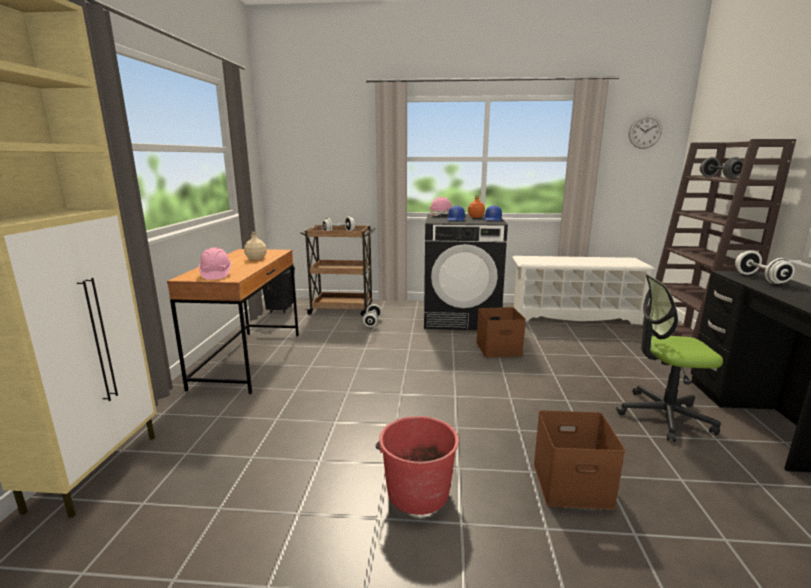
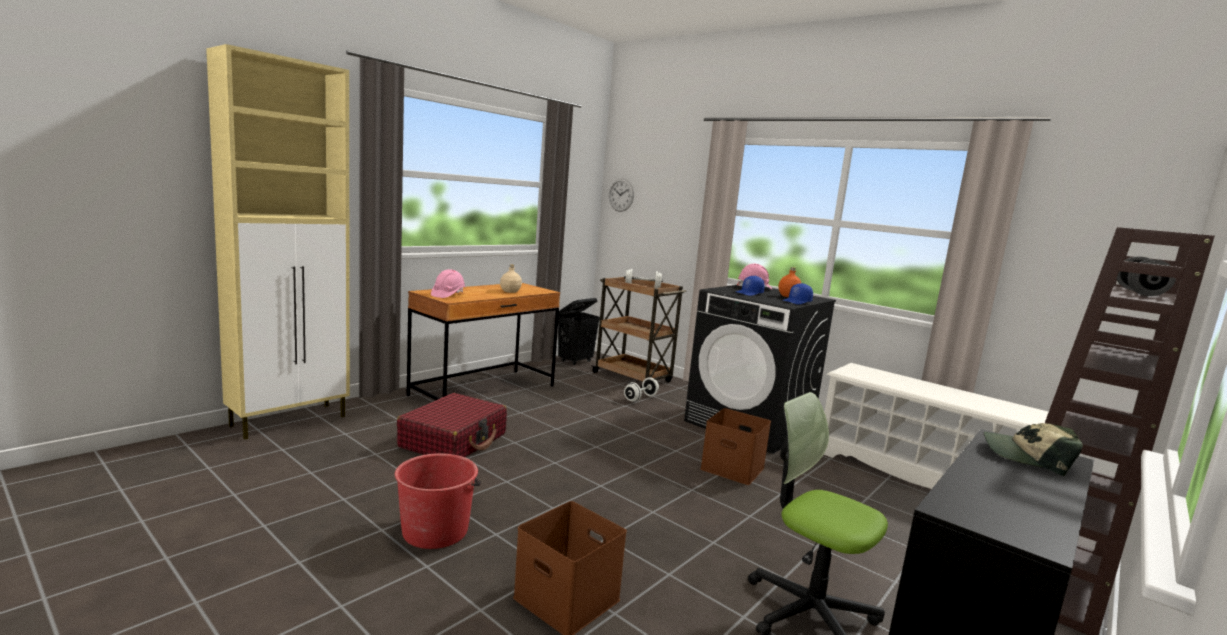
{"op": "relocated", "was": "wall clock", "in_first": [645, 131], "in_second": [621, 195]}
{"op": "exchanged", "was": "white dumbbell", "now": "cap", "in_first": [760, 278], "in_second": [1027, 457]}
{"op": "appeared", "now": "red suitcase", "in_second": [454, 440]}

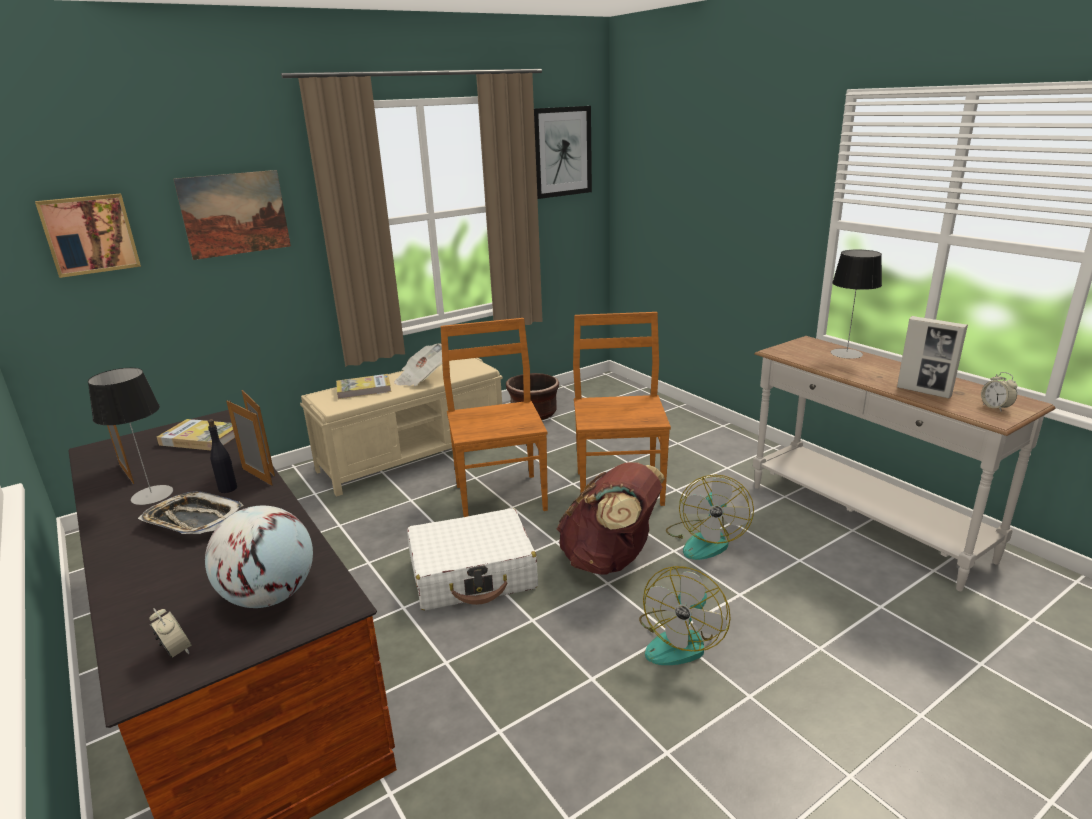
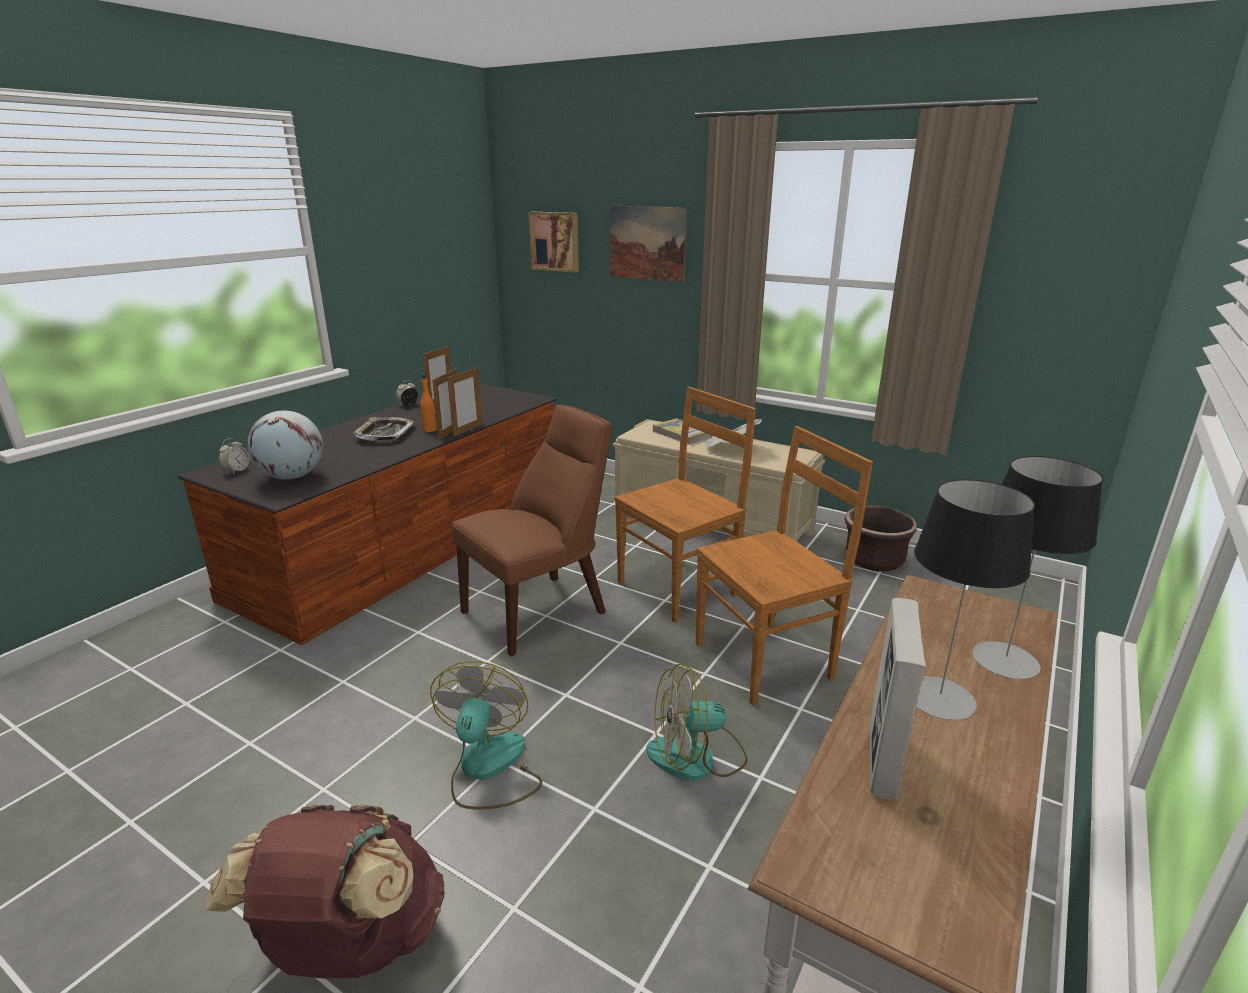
{"op": "relocated", "was": "table lamp", "in_first": [152, 495], "in_second": [939, 698]}
{"op": "missing", "was": "book", "in_first": [201, 438]}
{"op": "colour", "was": "black bottle", "now": "orange bottle", "in_first": [228, 488], "in_second": [430, 430]}
{"op": "exchanged", "was": "white suitcase", "now": "brown chair", "in_first": [473, 574], "in_second": [540, 610]}
{"op": "missing", "was": "picture", "in_first": [561, 152]}
{"op": "relocated", "was": "brown backpack", "in_first": [610, 560], "in_second": [352, 944]}
{"op": "spun", "was": "fan", "in_first": [680, 640], "in_second": [488, 769], "clockwise": 90}
{"op": "relocated", "was": "alarm clock", "in_first": [995, 407], "in_second": [408, 405]}

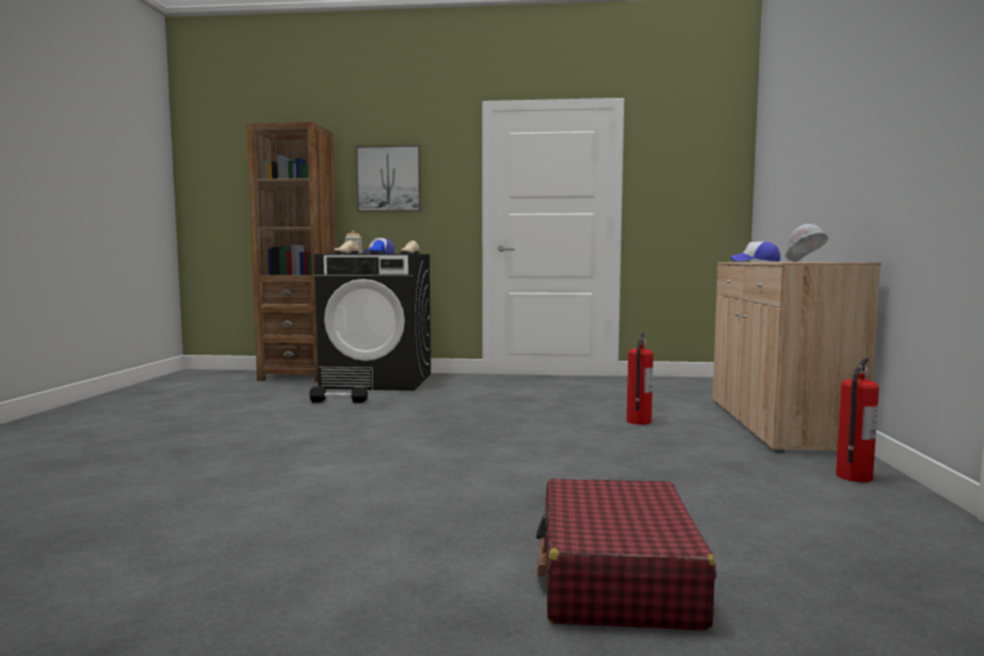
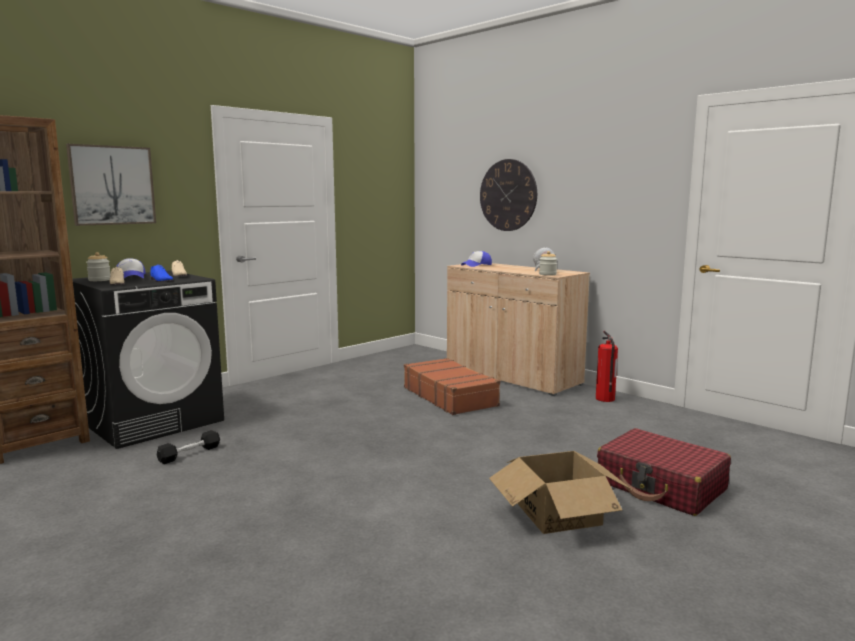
{"op": "exchanged", "was": "fire extinguisher", "now": "brown suitcase", "in_first": [638, 421], "in_second": [450, 397]}
{"op": "appeared", "now": "wall clock", "in_second": [508, 195]}
{"op": "appeared", "now": "cardboard box", "in_second": [559, 514]}
{"op": "appeared", "now": "jar", "in_second": [547, 274]}

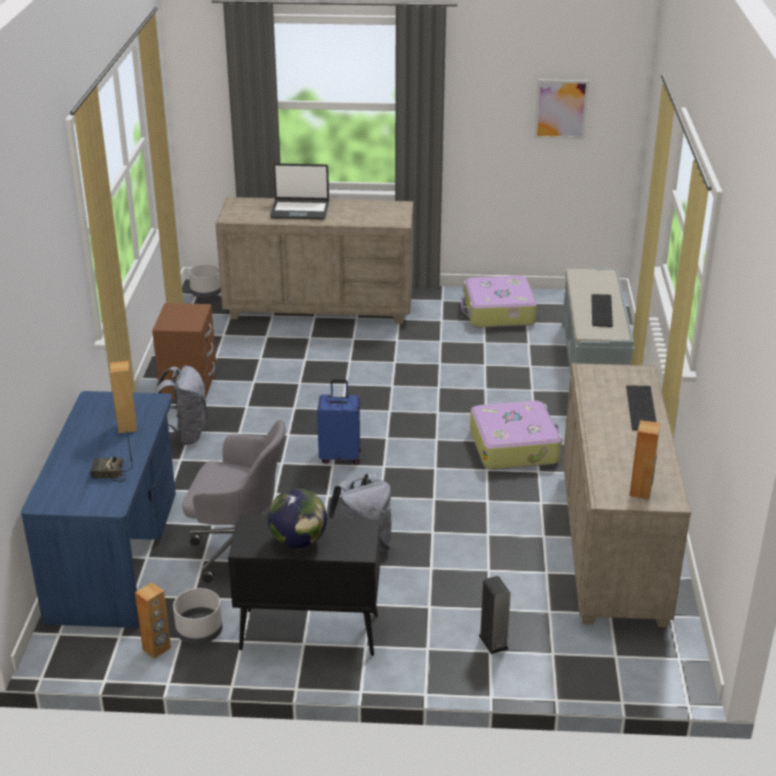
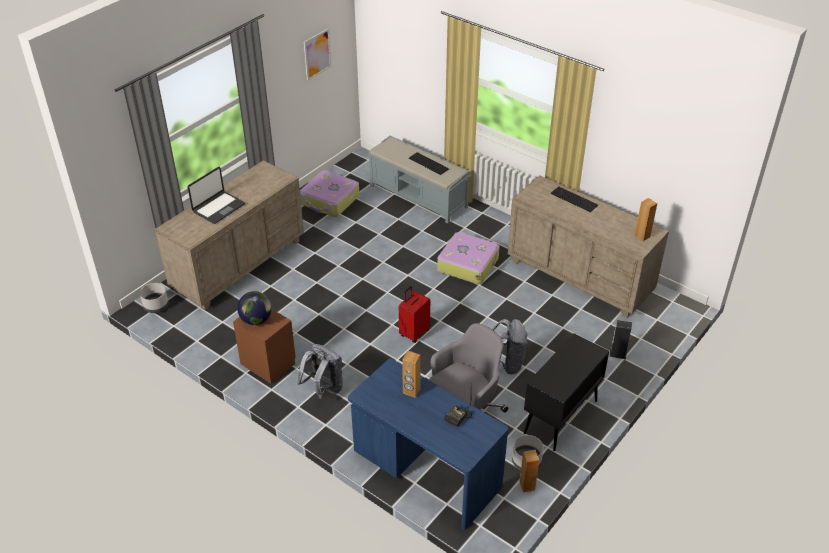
{"op": "relocated", "was": "globe", "in_first": [298, 541], "in_second": [256, 320]}
{"op": "colour", "was": "blue suitcase", "now": "red suitcase", "in_first": [340, 456], "in_second": [414, 333]}

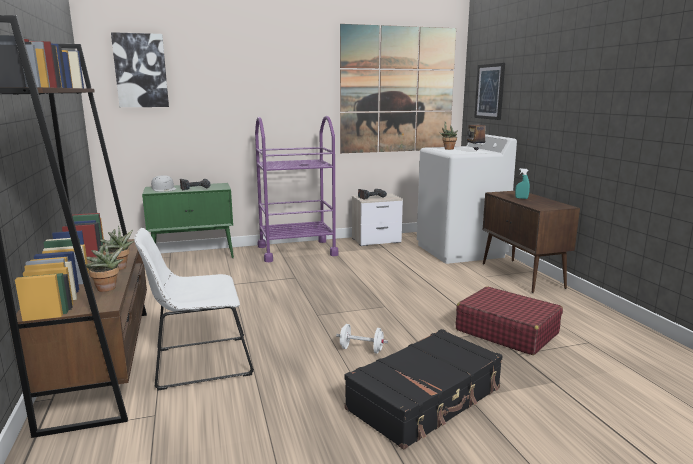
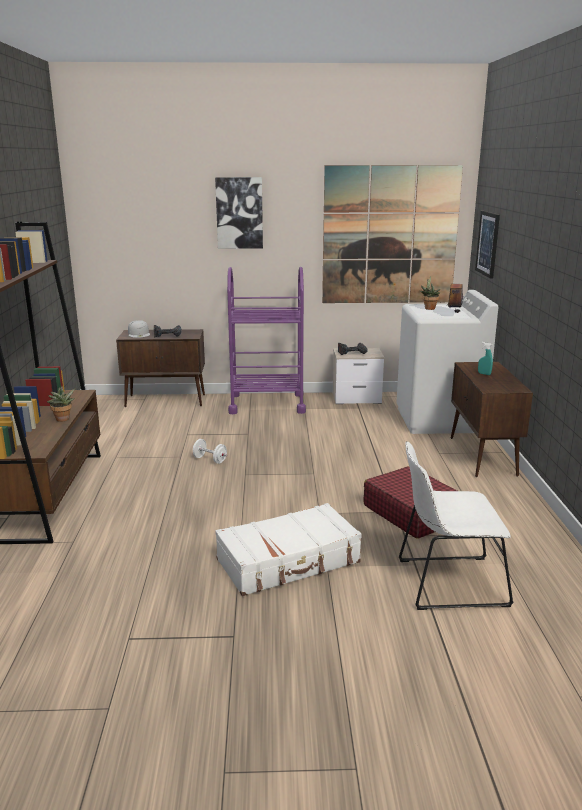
{"op": "missing", "was": "potted plant", "in_first": [107, 289]}
{"op": "relocated", "was": "picture", "in_first": [141, 71], "in_second": [239, 213]}
{"op": "relocated", "was": "white chair", "in_first": [198, 362], "in_second": [446, 582]}
{"op": "colour", "was": "green cabinet", "now": "brown cabinet", "in_first": [194, 256], "in_second": [166, 401]}
{"op": "relocated", "was": "white dumbbell", "in_first": [361, 349], "in_second": [210, 460]}
{"op": "colour", "was": "black suitcase", "now": "white suitcase", "in_first": [426, 399], "in_second": [289, 561]}

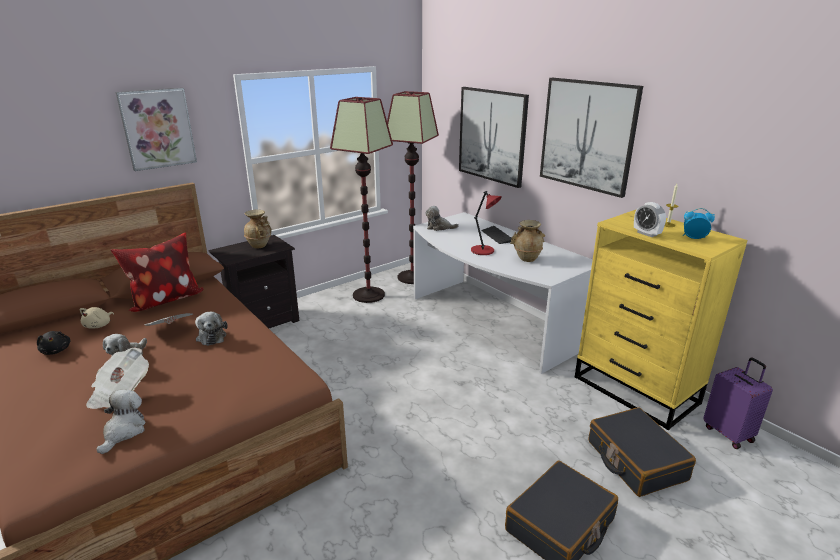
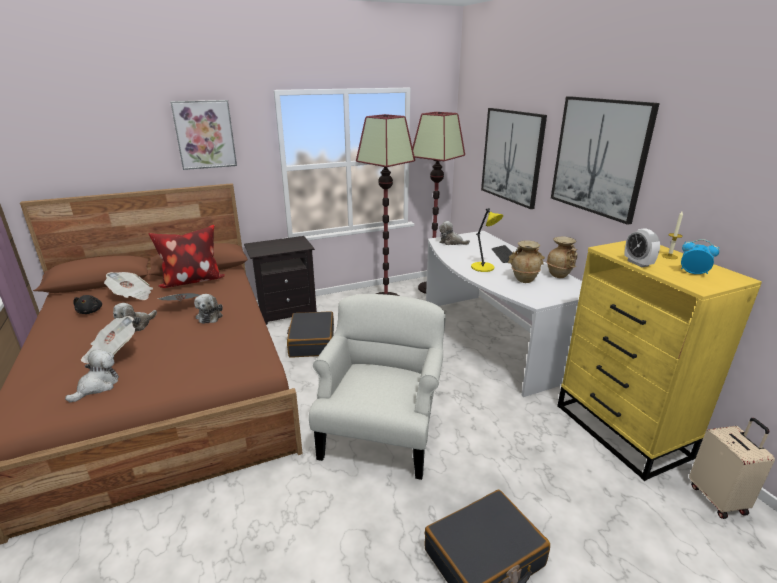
{"op": "exchanged", "was": "beige plush toy", "now": "newspaper", "in_first": [99, 325], "in_second": [132, 295]}
{"op": "relocated", "was": "beige vase", "in_first": [260, 245], "in_second": [559, 275]}
{"op": "colour", "was": "red table lamp", "now": "yellow table lamp", "in_first": [483, 251], "in_second": [483, 268]}
{"op": "relocated", "was": "black suitcase", "in_first": [635, 460], "in_second": [311, 342]}
{"op": "colour", "was": "purple suitcase", "now": "beige suitcase", "in_first": [729, 433], "in_second": [718, 499]}
{"op": "appeared", "now": "white armchair", "in_second": [381, 432]}

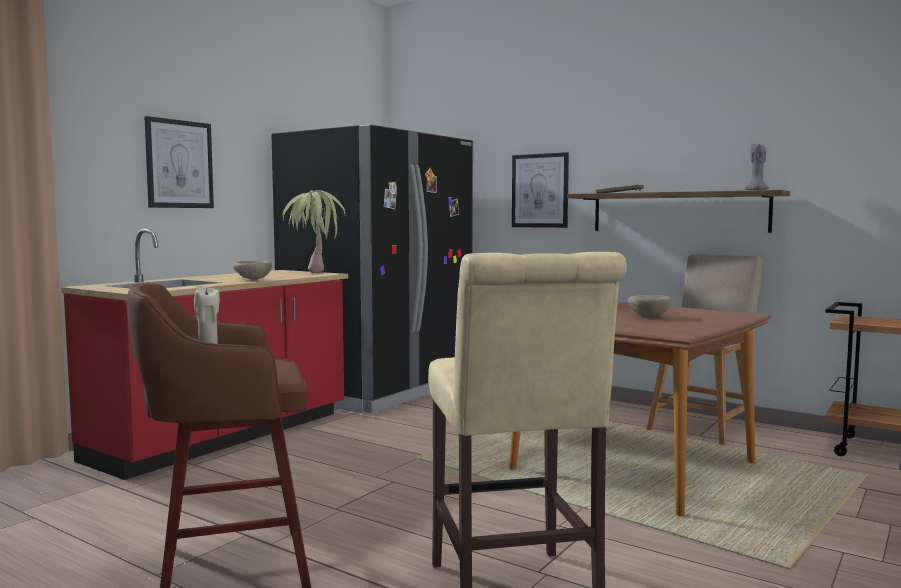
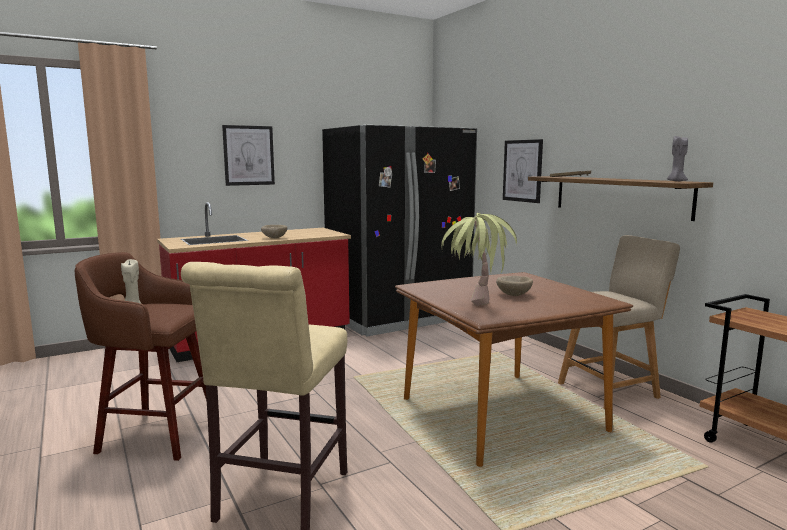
{"op": "relocated", "was": "potted plant", "in_first": [314, 274], "in_second": [475, 310]}

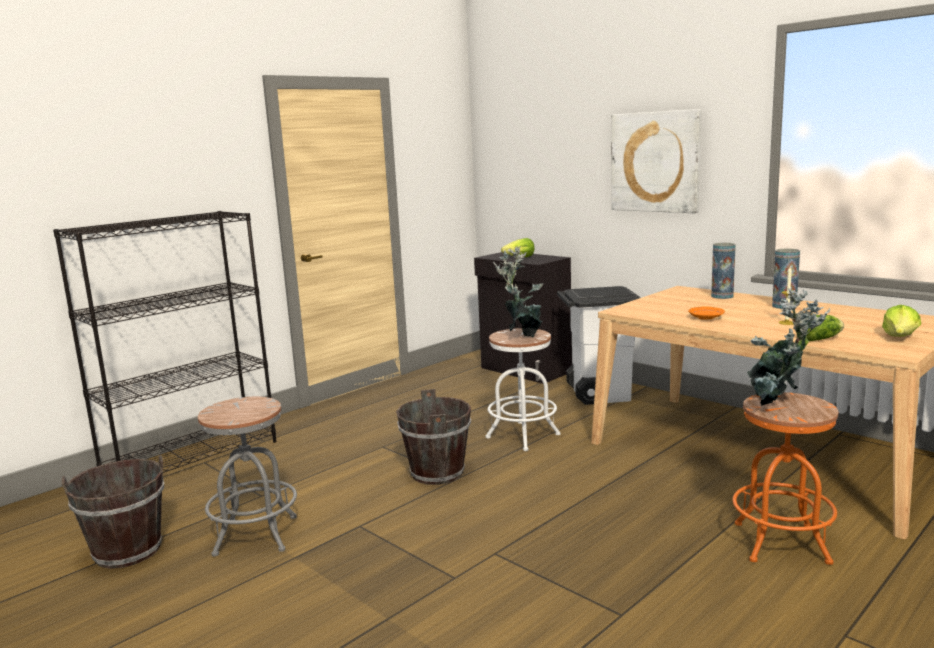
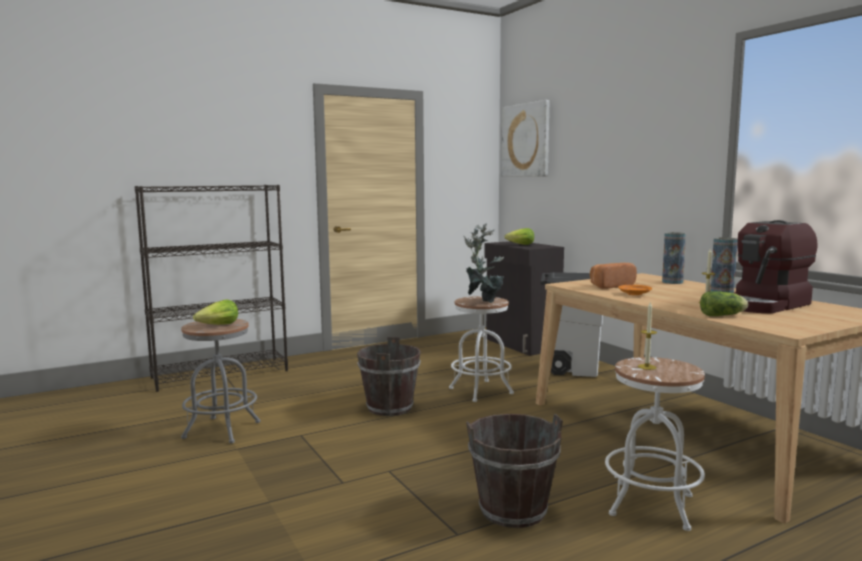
{"op": "relocated", "was": "brown bucket", "in_first": [128, 551], "in_second": [513, 510]}
{"op": "relocated", "was": "picture", "in_first": [655, 162], "in_second": [526, 140]}
{"op": "colour", "was": "orange stool", "now": "white stool", "in_first": [781, 543], "in_second": [651, 505]}
{"op": "exchanged", "was": "potted plant", "now": "candle", "in_first": [777, 406], "in_second": [647, 367]}
{"op": "relocated", "was": "lettuce", "in_first": [900, 337], "in_second": [219, 325]}
{"op": "appeared", "now": "bread", "in_second": [610, 286]}
{"op": "appeared", "now": "coffee machine", "in_second": [765, 305]}

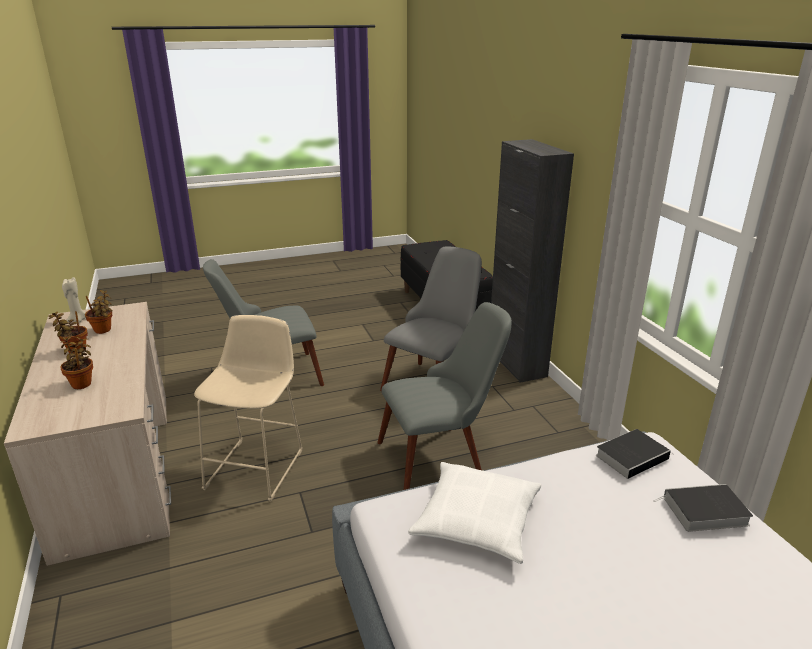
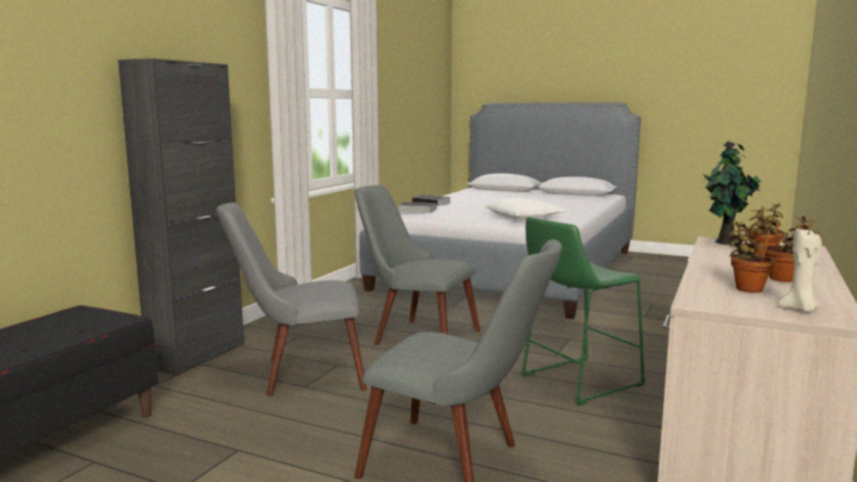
{"op": "colour", "was": "beige stool", "now": "green stool", "in_first": [258, 466], "in_second": [576, 381]}
{"op": "appeared", "now": "potted plant", "in_second": [726, 243]}

